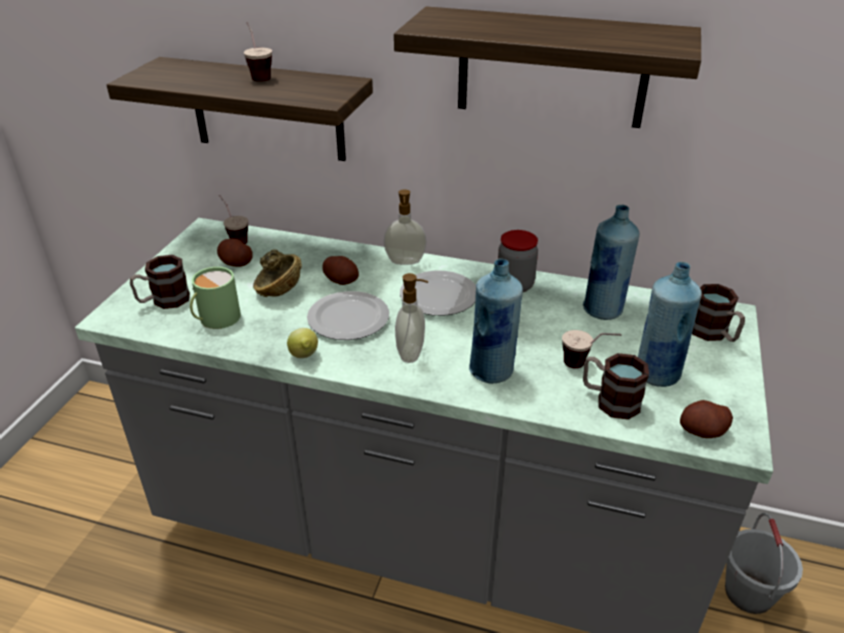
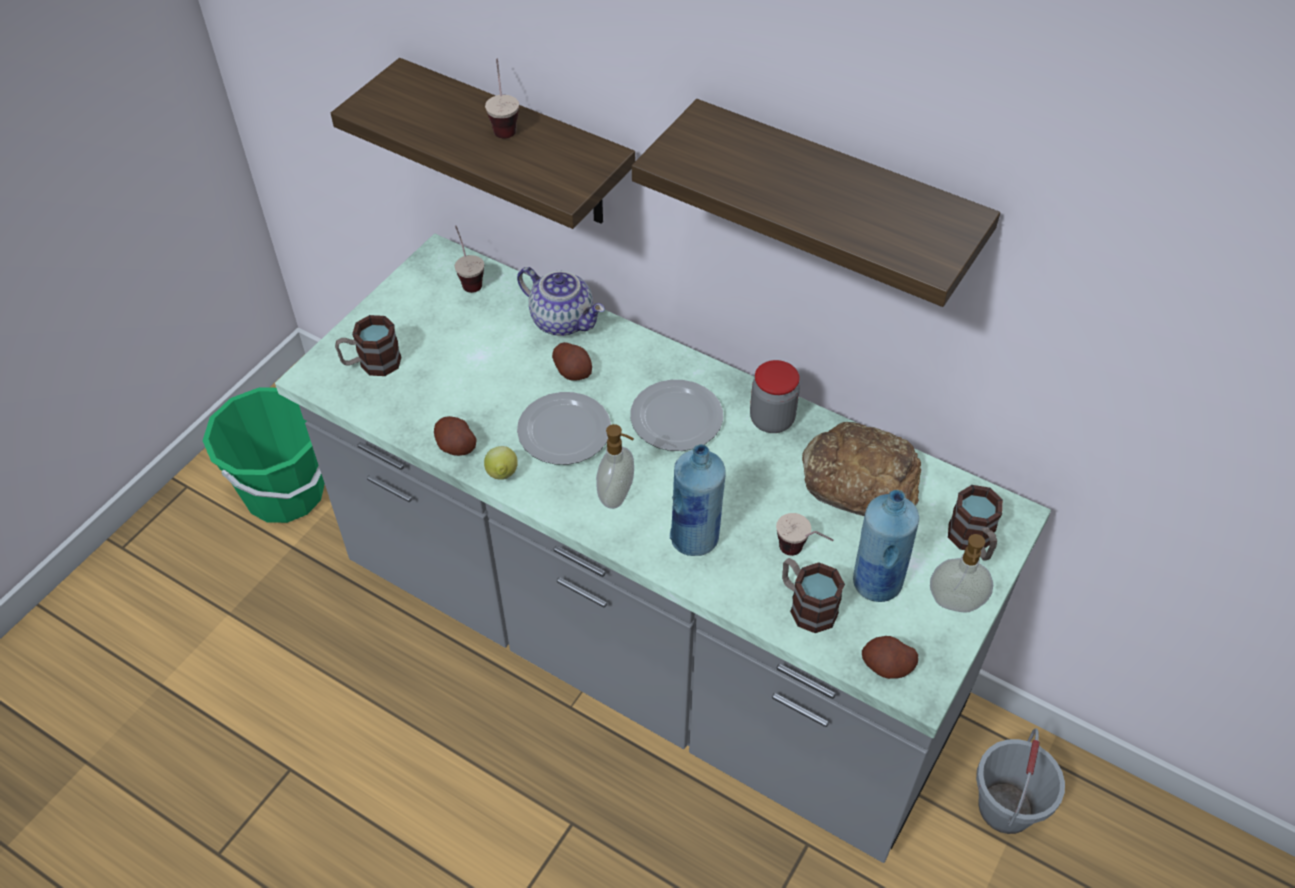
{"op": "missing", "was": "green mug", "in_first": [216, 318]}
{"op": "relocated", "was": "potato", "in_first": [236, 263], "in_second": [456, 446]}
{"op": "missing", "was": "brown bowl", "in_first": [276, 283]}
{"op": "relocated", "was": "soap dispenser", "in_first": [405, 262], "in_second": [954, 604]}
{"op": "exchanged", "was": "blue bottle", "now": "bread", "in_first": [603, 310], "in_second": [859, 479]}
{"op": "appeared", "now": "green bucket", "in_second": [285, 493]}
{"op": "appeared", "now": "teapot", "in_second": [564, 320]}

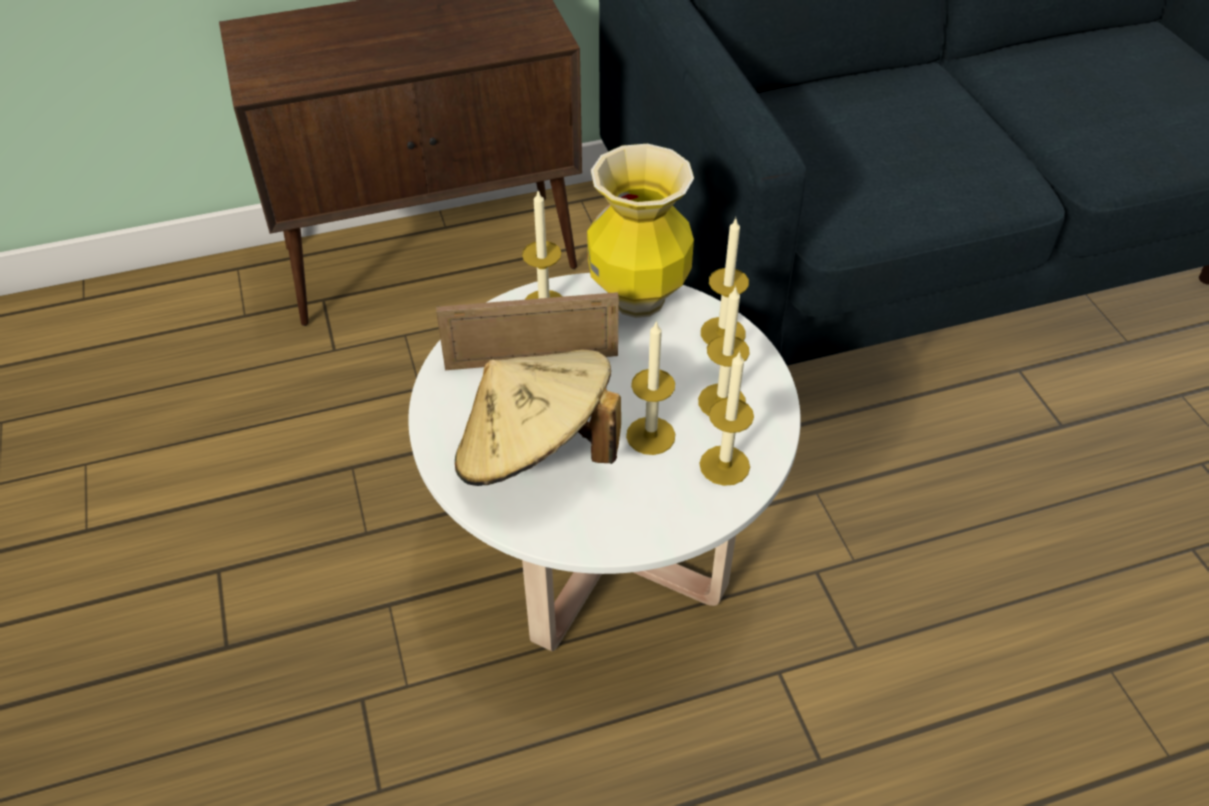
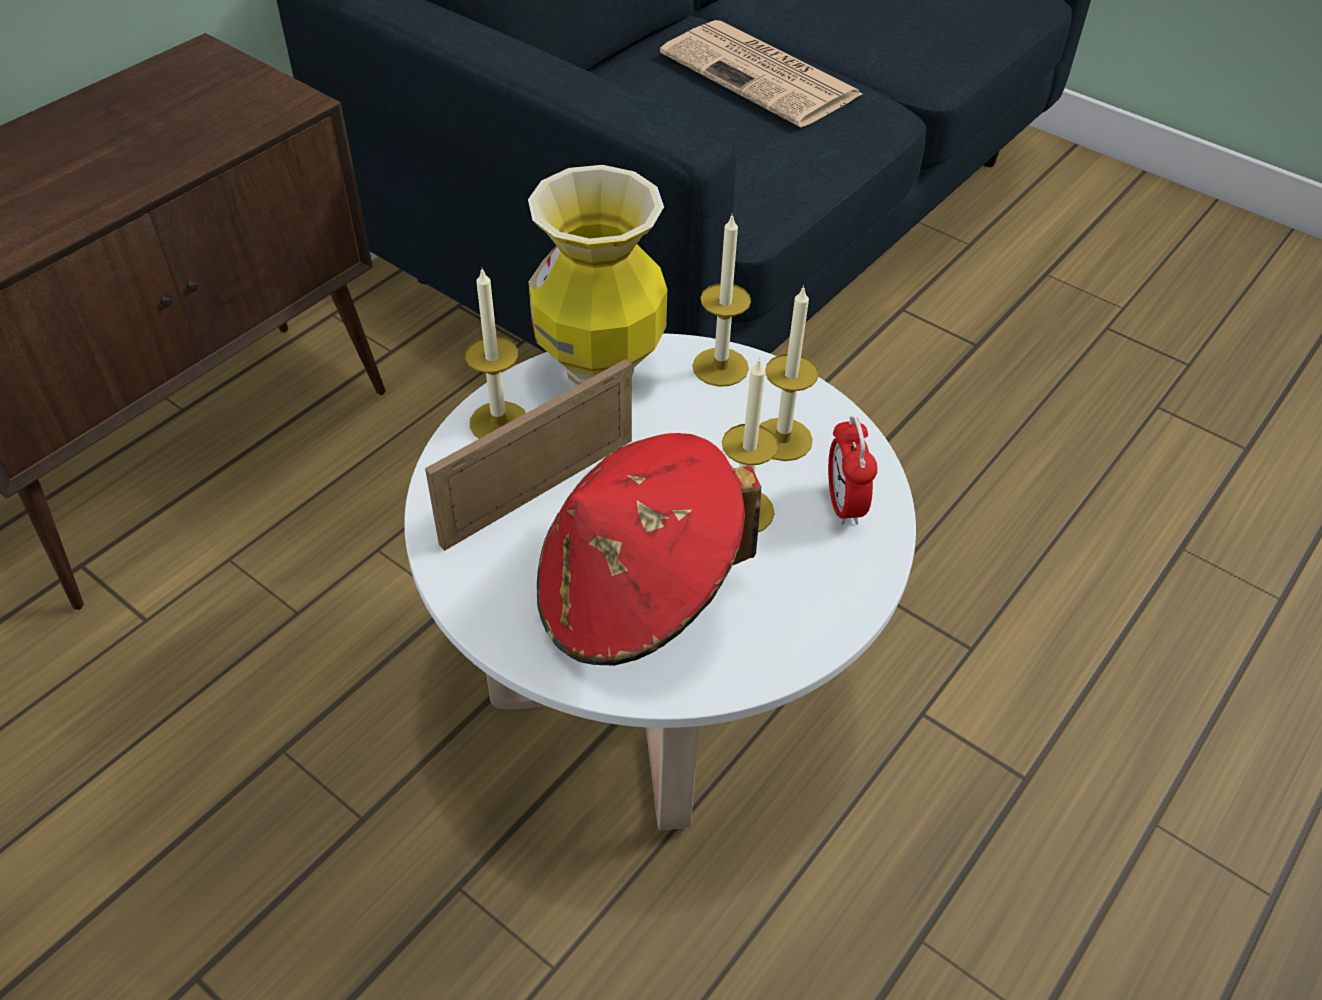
{"op": "colour", "was": "beige hat", "now": "red hat", "in_first": [535, 454], "in_second": [637, 594]}
{"op": "exchanged", "was": "candle", "now": "alarm clock", "in_first": [724, 465], "in_second": [844, 504]}
{"op": "appeared", "now": "newspaper", "in_second": [763, 76]}

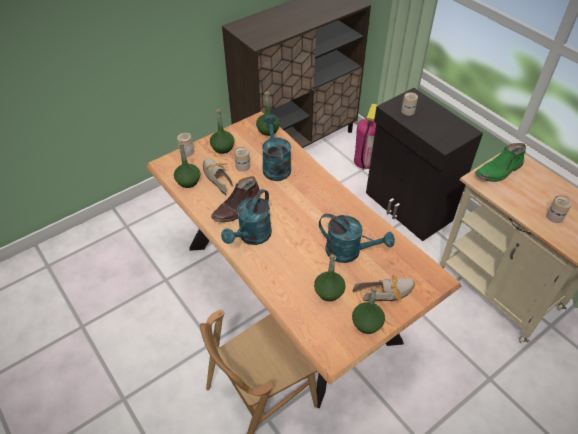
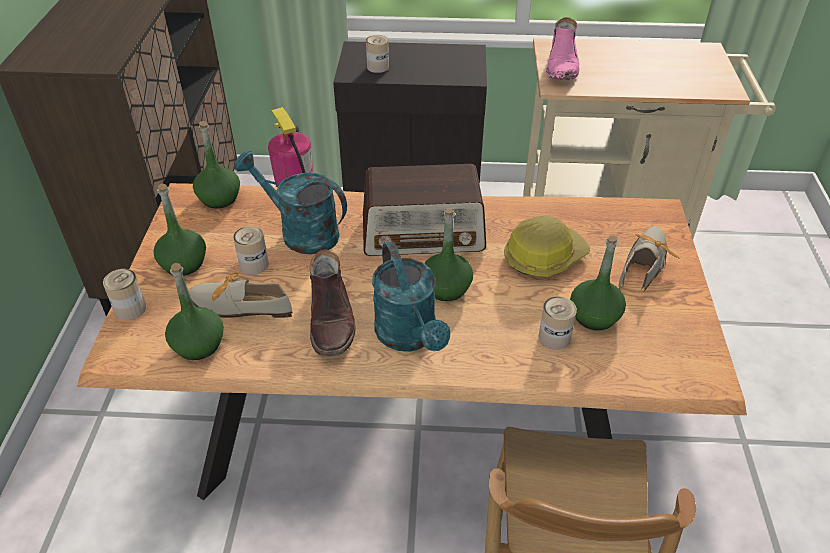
{"op": "exchanged", "was": "turquoise watering can", "now": "hard hat", "in_first": [349, 252], "in_second": [543, 257]}
{"op": "relocated", "was": "green bottle", "in_first": [367, 323], "in_second": [446, 288]}
{"op": "colour", "was": "green boot", "now": "pink boot", "in_first": [499, 171], "in_second": [562, 66]}
{"op": "relocated", "was": "can", "in_first": [554, 216], "in_second": [554, 337]}
{"op": "appeared", "now": "radio", "in_second": [423, 233]}

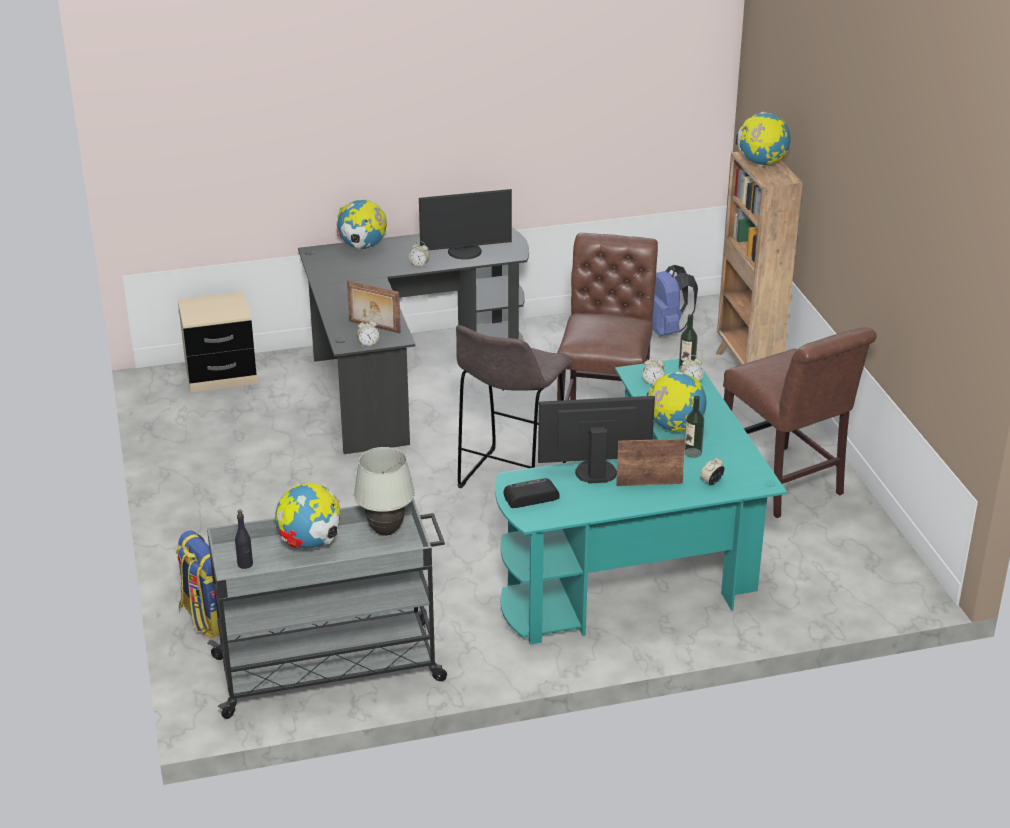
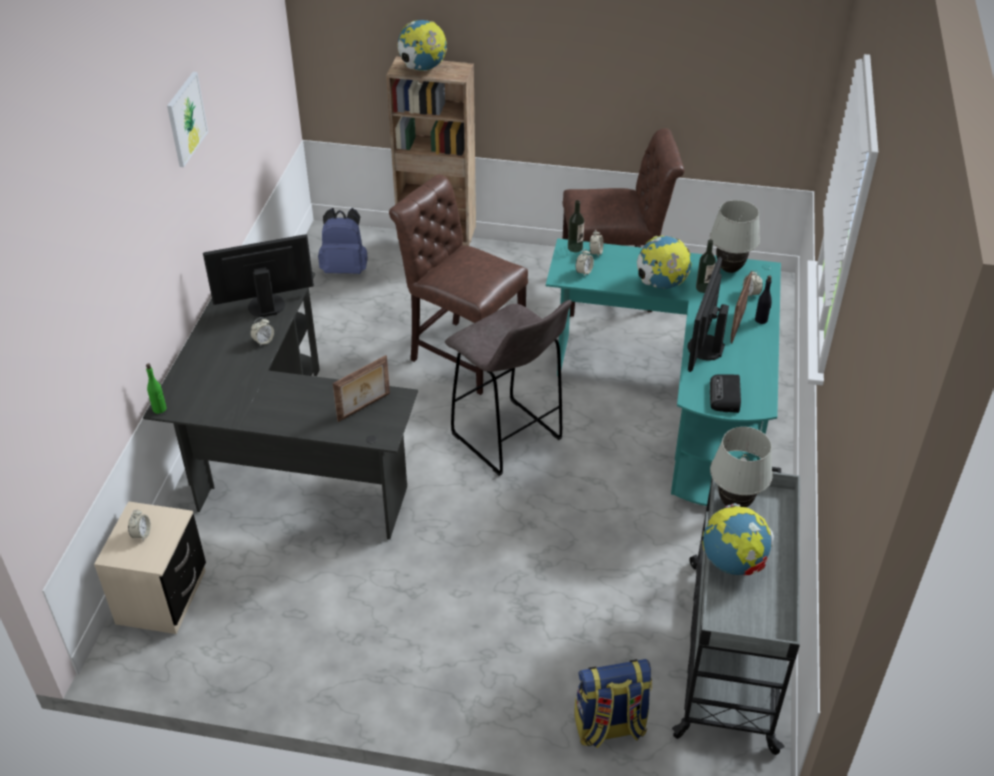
{"op": "relocated", "was": "black bottle", "in_first": [245, 564], "in_second": [761, 320]}
{"op": "missing", "was": "globe", "in_first": [362, 247]}
{"op": "relocated", "was": "alarm clock", "in_first": [368, 343], "in_second": [141, 534]}
{"op": "spun", "was": "monitor", "in_first": [465, 252], "in_second": [266, 305], "clockwise": -120}
{"op": "appeared", "now": "green bottle", "in_second": [159, 409]}
{"op": "appeared", "now": "picture", "in_second": [186, 119]}
{"op": "appeared", "now": "white table lamp", "in_second": [730, 269]}

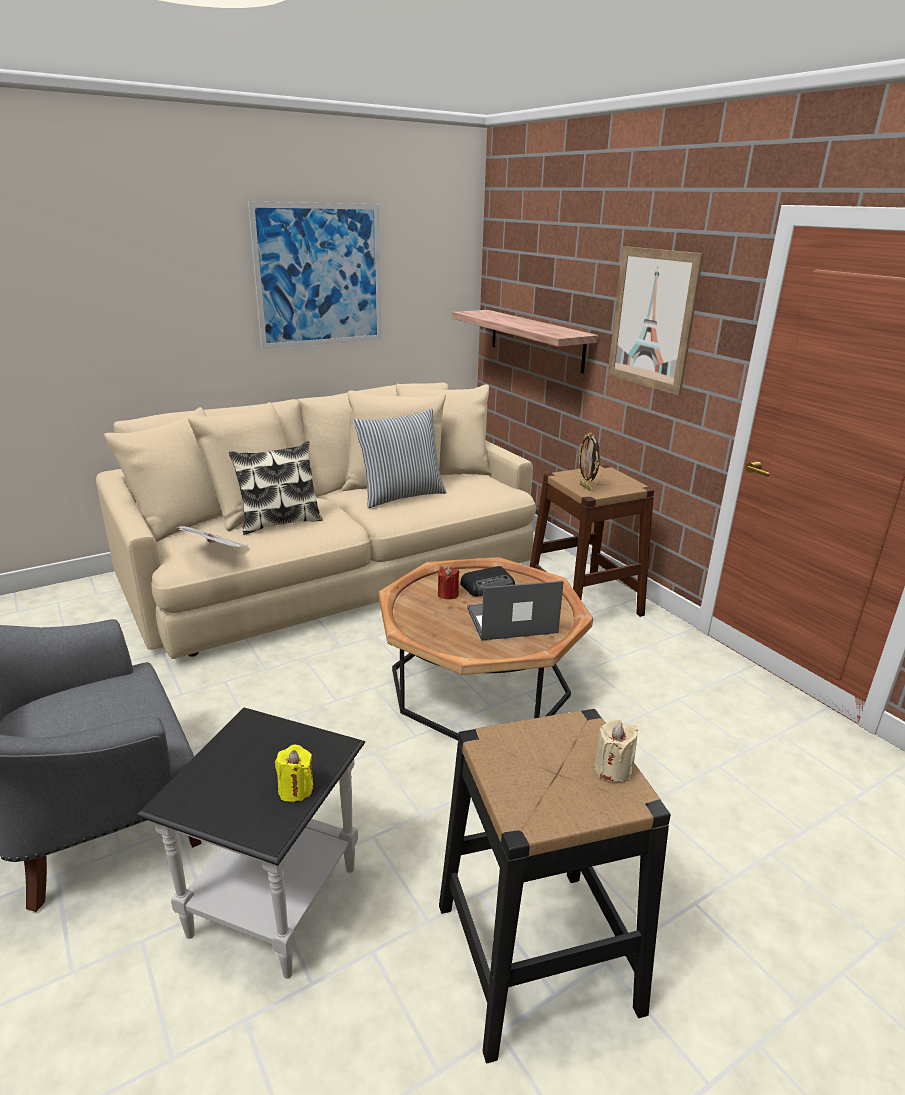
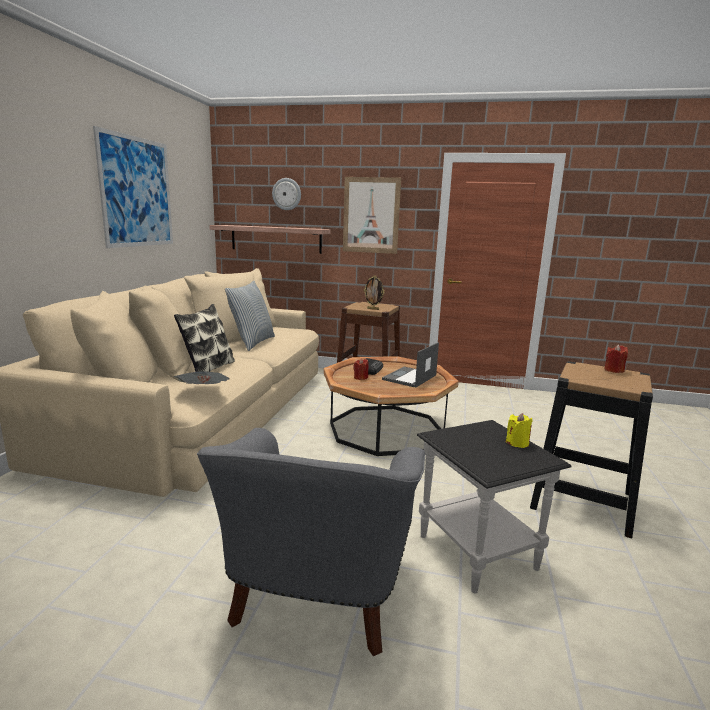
{"op": "colour", "was": "beige candle", "now": "red candle", "in_first": [613, 768], "in_second": [614, 370]}
{"op": "appeared", "now": "wall clock", "in_second": [286, 194]}

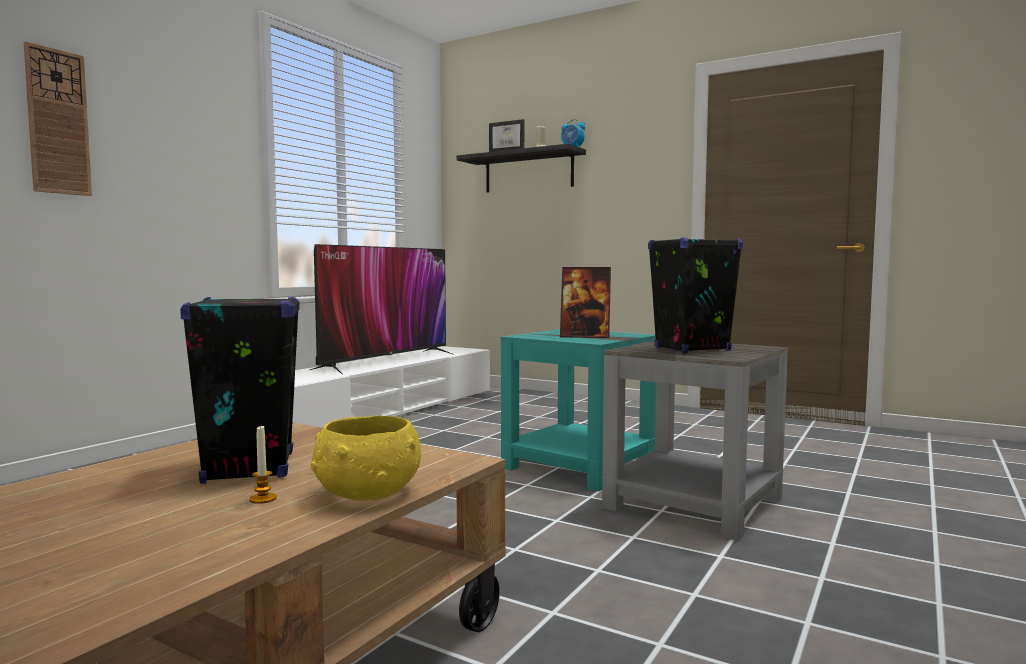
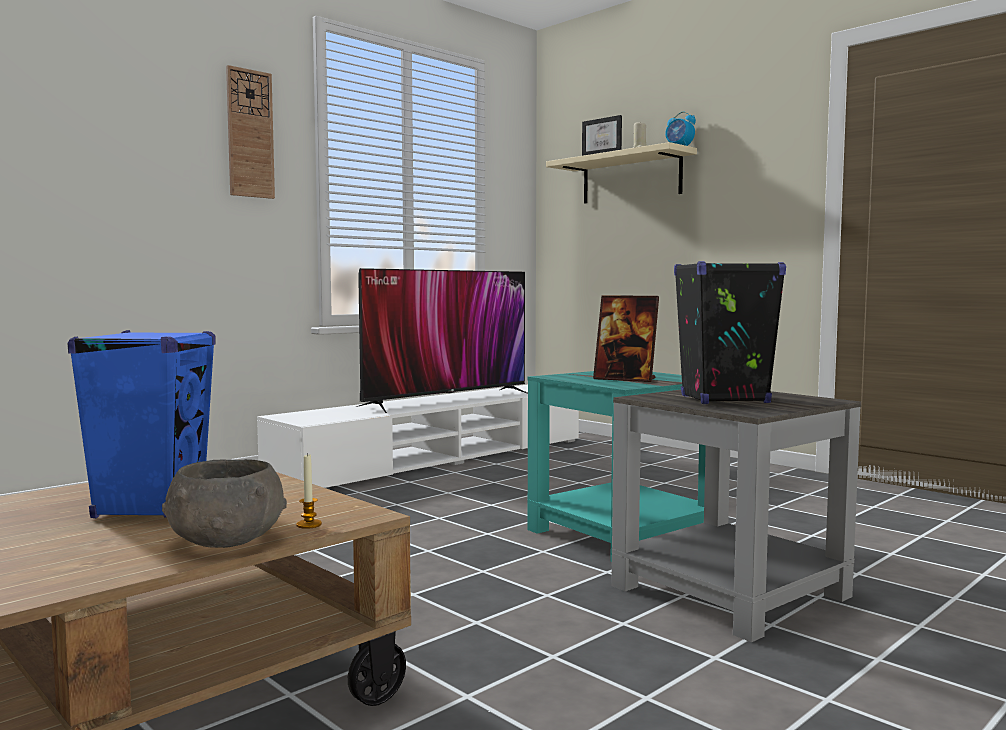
{"op": "relocated", "was": "wall clock", "in_first": [58, 122], "in_second": [250, 134]}
{"op": "colour", "was": "black speaker", "now": "blue speaker", "in_first": [249, 468], "in_second": [151, 506]}
{"op": "relocated", "was": "candle", "in_first": [263, 499], "in_second": [309, 525]}
{"op": "colour", "was": "yellow bowl", "now": "grey bowl", "in_first": [366, 494], "in_second": [225, 541]}
{"op": "colour", "was": "black shelf", "now": "beige shelf", "in_first": [528, 172], "in_second": [631, 178]}

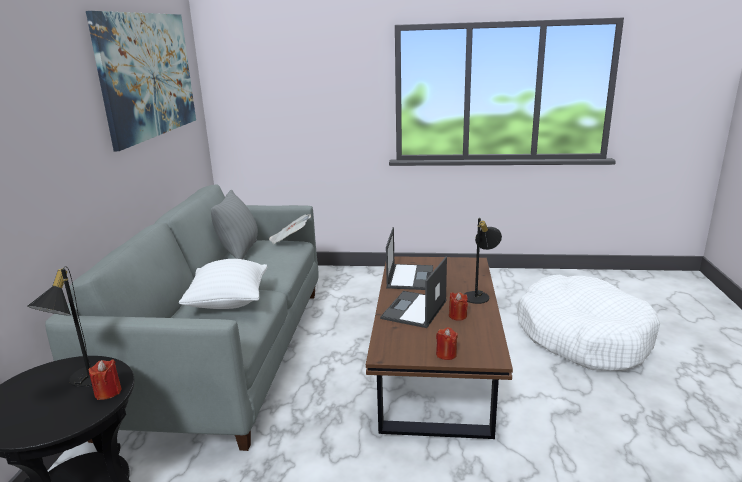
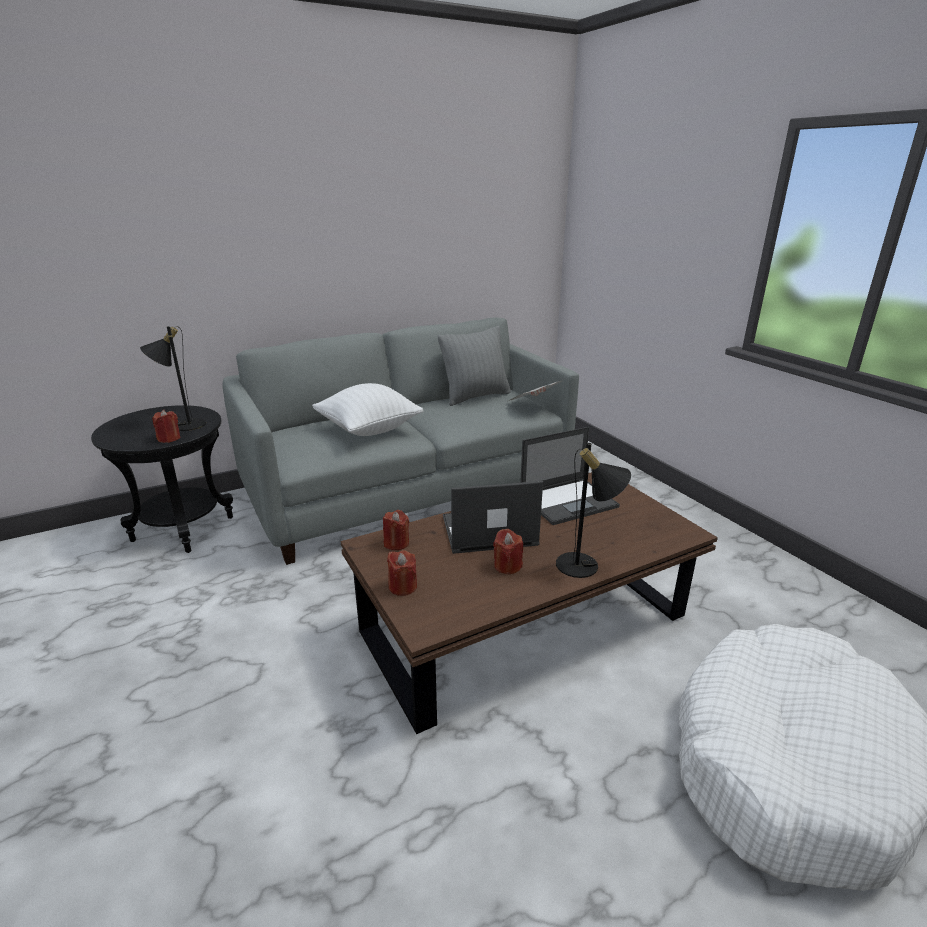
{"op": "missing", "was": "picture", "in_first": [148, 75]}
{"op": "appeared", "now": "red candle", "in_second": [396, 543]}

